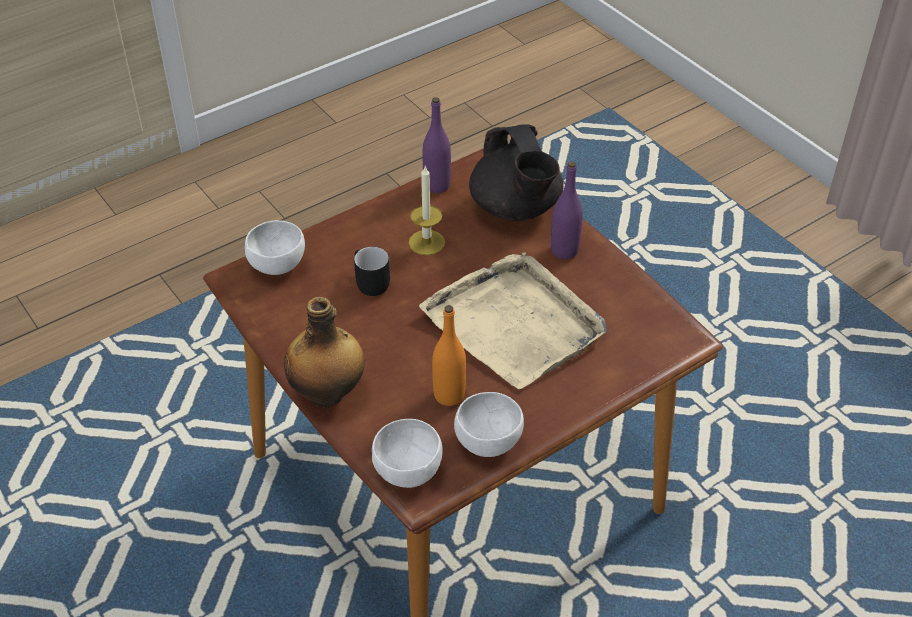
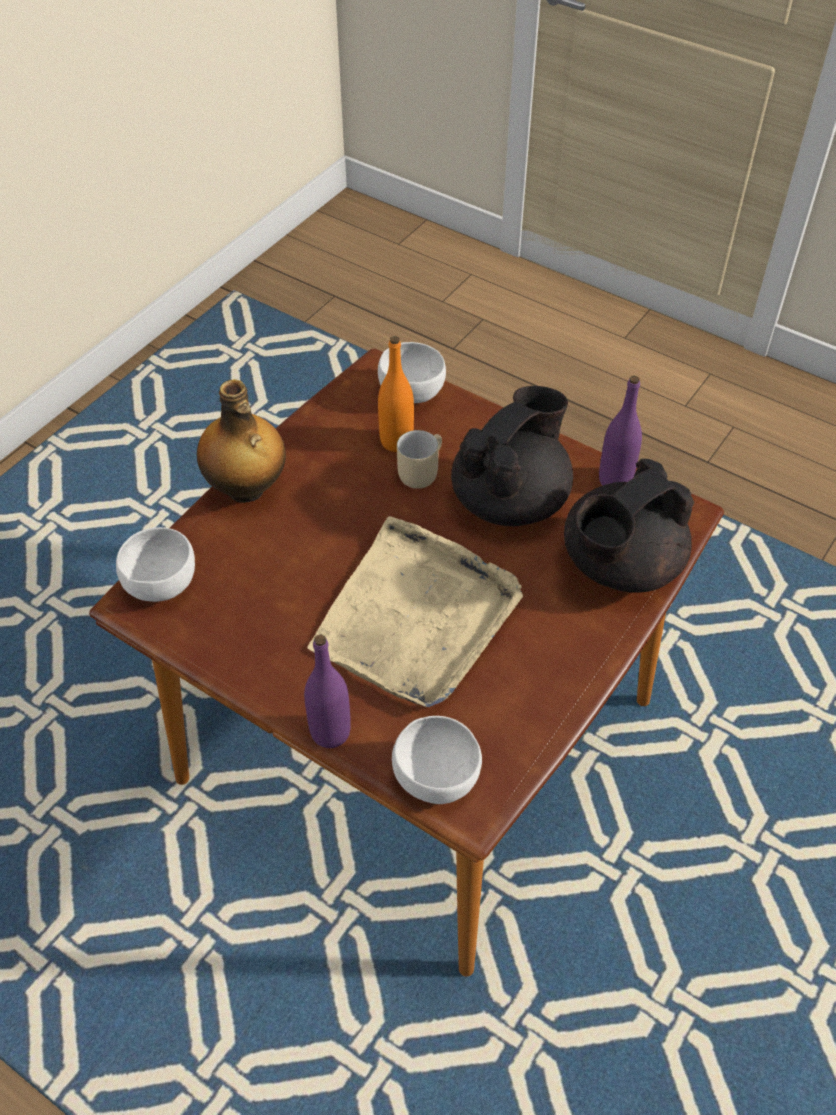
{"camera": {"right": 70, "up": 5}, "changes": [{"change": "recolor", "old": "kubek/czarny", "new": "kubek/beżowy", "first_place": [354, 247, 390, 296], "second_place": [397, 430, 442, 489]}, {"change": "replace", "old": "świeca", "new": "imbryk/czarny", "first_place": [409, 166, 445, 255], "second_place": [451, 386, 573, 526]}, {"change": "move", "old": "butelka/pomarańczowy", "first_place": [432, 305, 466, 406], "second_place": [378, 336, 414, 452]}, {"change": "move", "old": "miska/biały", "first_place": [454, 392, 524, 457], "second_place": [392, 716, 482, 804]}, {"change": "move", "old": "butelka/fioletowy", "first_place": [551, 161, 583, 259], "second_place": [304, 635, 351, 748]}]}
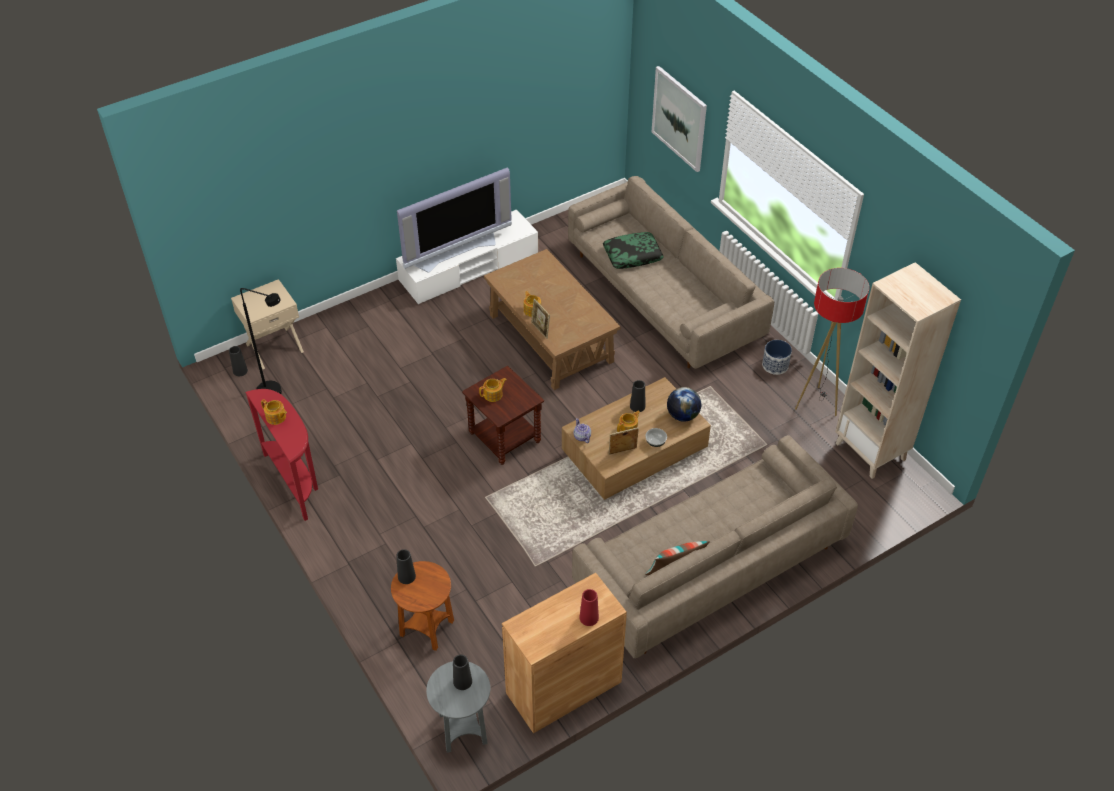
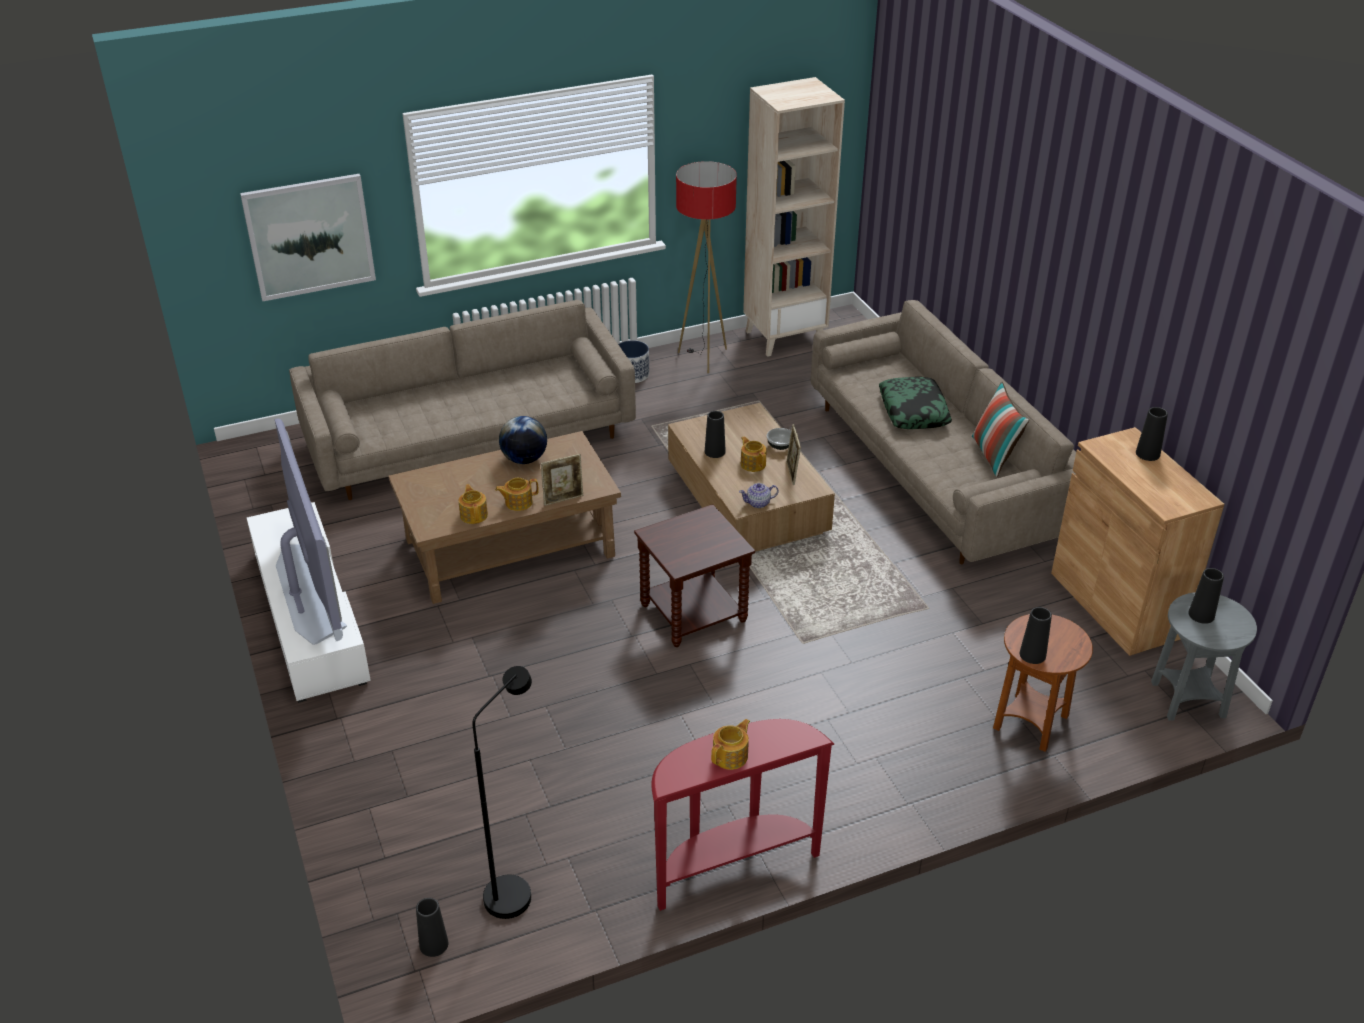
{"camera": {"right": -80, "up": -10}, "changes": [{"change": "delete", "old": "szafka nocna/beżowy", "first_place": [231, 279, 304, 369]}, {"change": "move", "old": "imbryk", "first_place": [479, 378, 507, 402], "second_place": [459, 484, 488, 524]}, {"change": "recolor", "old": "wazon/czerwony", "new": "wazon/czarny", "first_place": [580, 589, 599, 626], "second_place": [1136, 407, 1168, 461]}, {"change": "move", "old": "poduszka", "first_place": [603, 232, 663, 269], "second_place": [879, 377, 952, 429]}, {"change": "move", "old": "globus", "first_place": [667, 387, 701, 422], "second_place": [499, 416, 547, 464]}]}
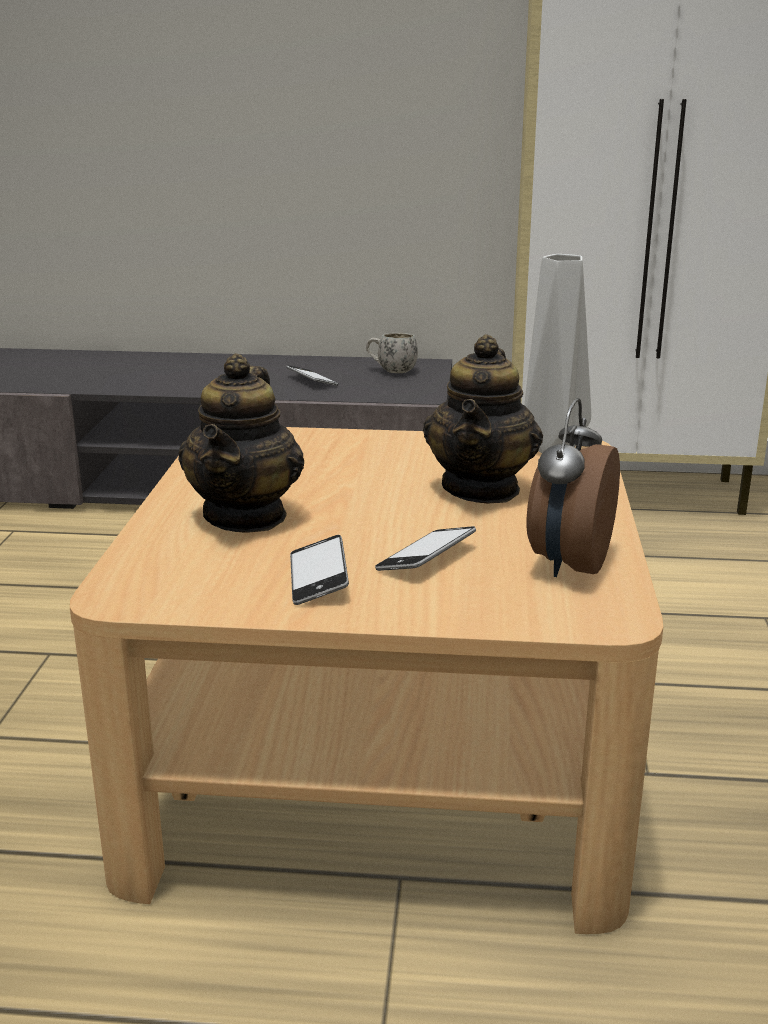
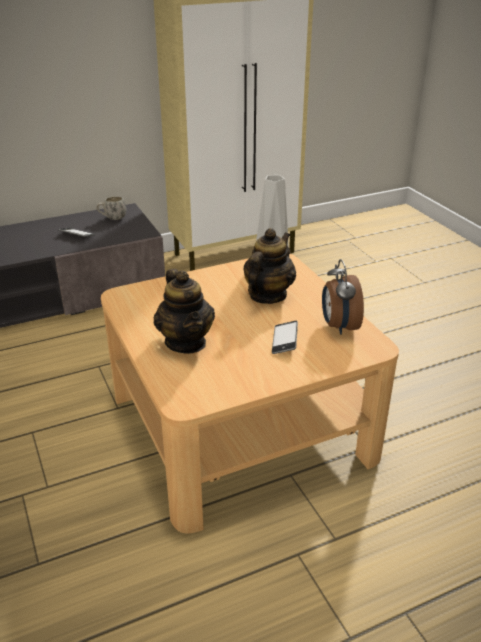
{"camera": {"right": -30, "up": 10}, "changes": [{"change": "delete", "old": "telefon", "first_place": [290, 535, 349, 605]}, {"change": "rotate", "old": "imbryk", "first_place": [423, 334, 543, 503], "second_place": [243, 228, 296, 304], "degrees": -135}]}
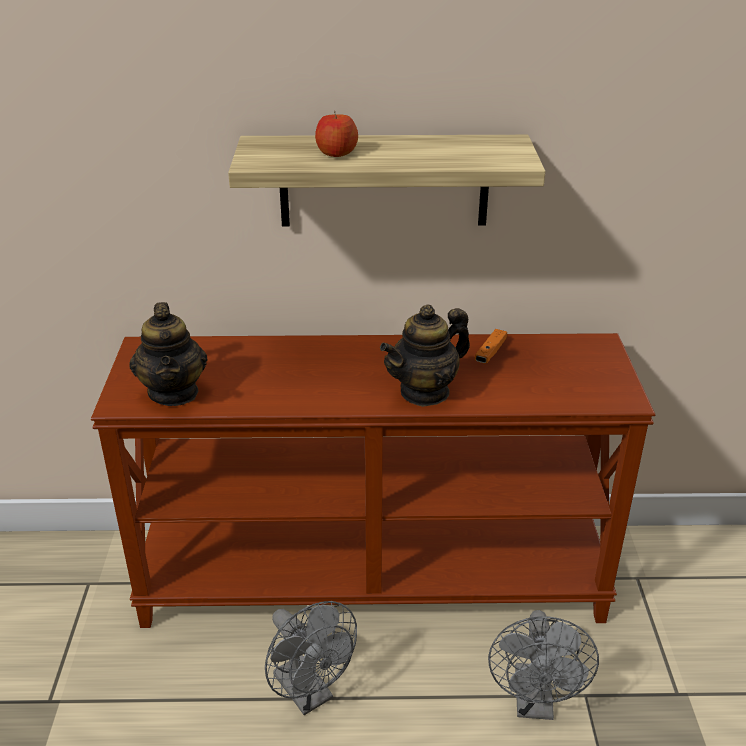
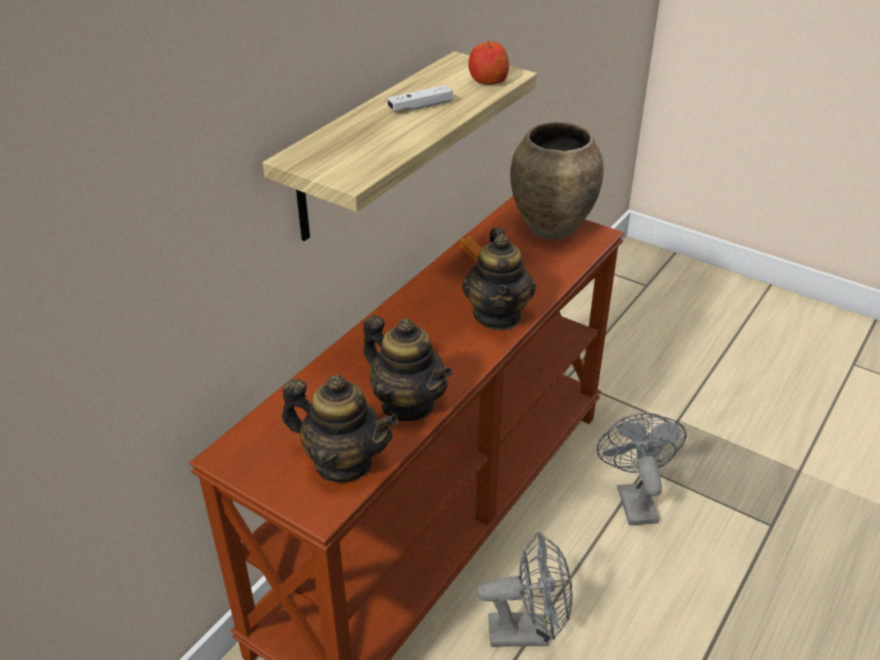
{"camera": {"right": -55, "up": 5}, "changes": [{"change": "move", "old": "jabłko", "first_place": [315, 111, 358, 157], "second_place": [468, 40, 509, 85]}, {"change": "rotate", "old": "wentylator/szary", "first_place": [488, 610, 599, 720], "second_place": [597, 413, 687, 525], "degrees": -135}, {"change": "insert", "new": "imbryk", "second_place": [363, 315, 452, 421]}, {"change": "insert", "new": "pad do gier/biały", "second_place": [388, 85, 453, 111]}, {"change": "insert", "new": "wazon/brązowy", "second_place": [510, 122, 604, 240]}]}
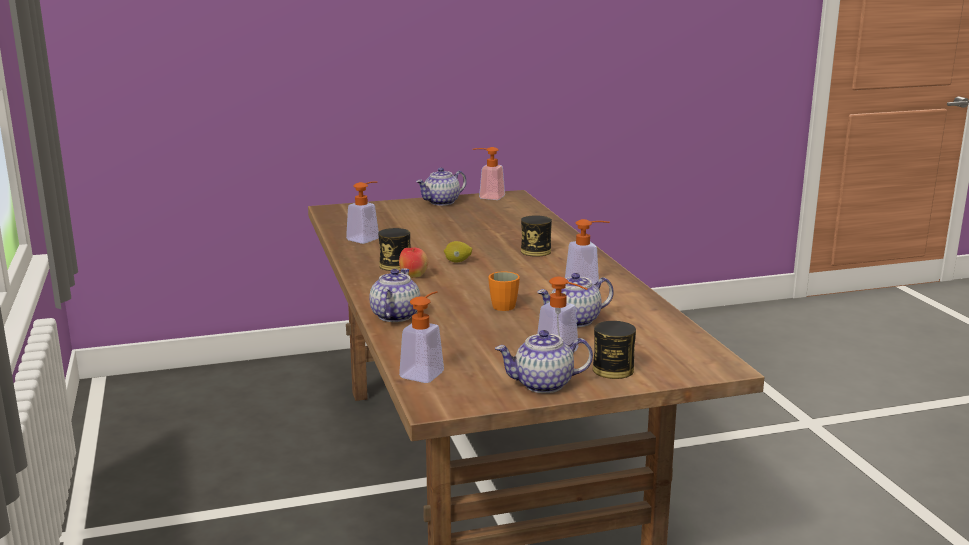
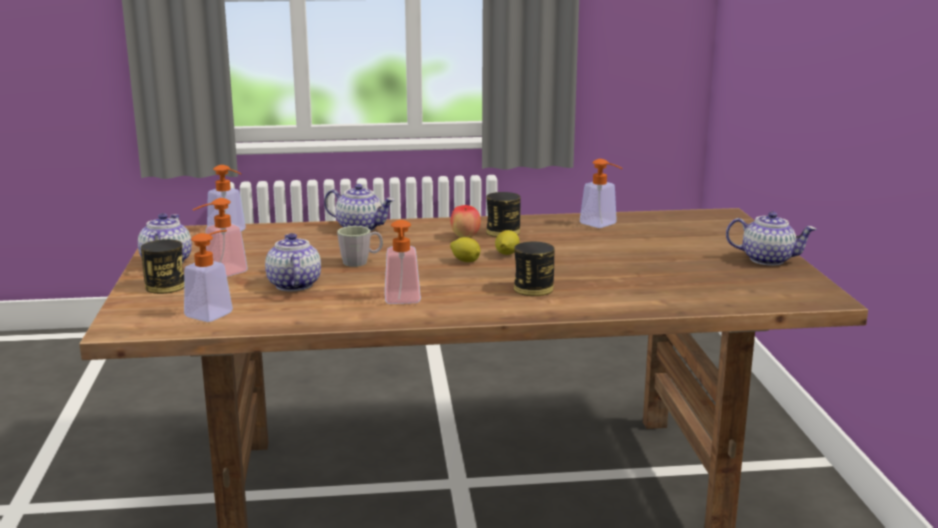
{"camera": {"right": 100, "up": 0}, "changes": [{"change": "rotate", "old": "imbryk", "first_place": [416, 168, 467, 206], "second_place": [726, 211, 817, 266], "degrees": 135}, {"change": "move", "old": "dozownik mydła", "first_place": [473, 147, 505, 200], "second_place": [184, 230, 233, 322]}, {"change": "recolor", "old": "kubek/pomarańczowy", "new": "kubek/szary", "first_place": [488, 271, 520, 311], "second_place": [337, 226, 383, 267]}, {"change": "insert", "new": "cytryna", "second_place": [450, 237, 480, 262]}]}
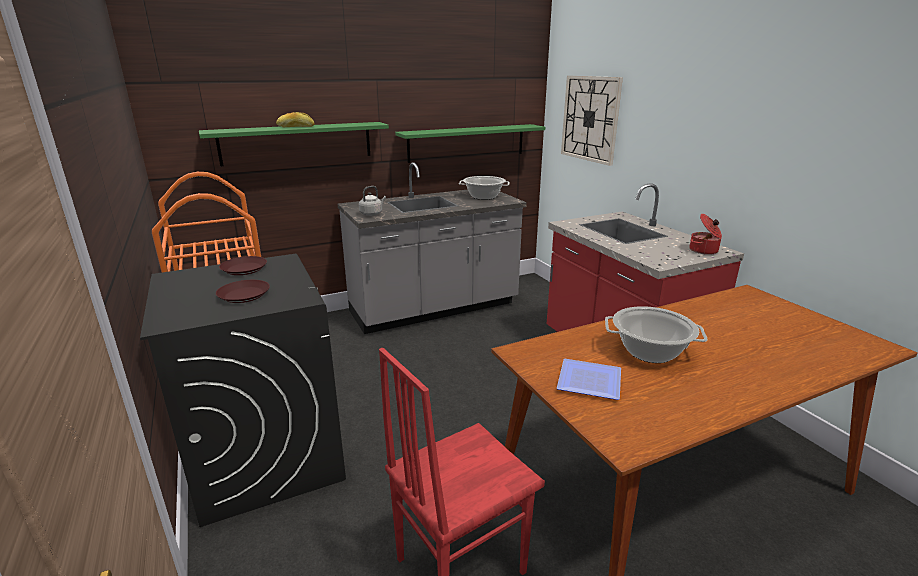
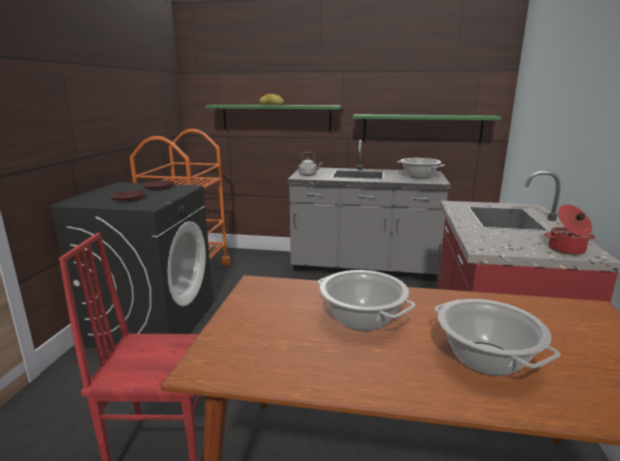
{"camera": {"right": 35, "up": -5}, "changes": [{"change": "delete", "old": "talerz", "first_place": [557, 359, 621, 400]}, {"change": "delete", "old": "zegar ścienny", "first_place": [561, 76, 623, 166]}, {"change": "insert", "new": "garnek", "second_place": [434, 299, 560, 376]}]}
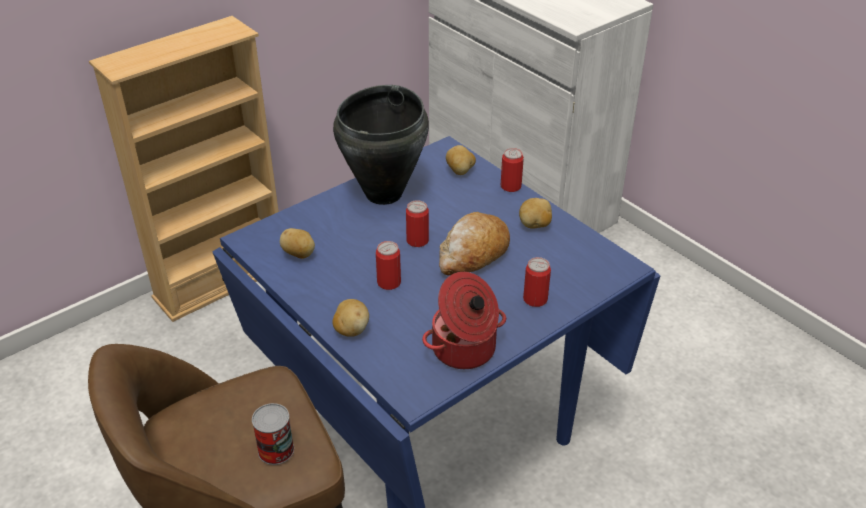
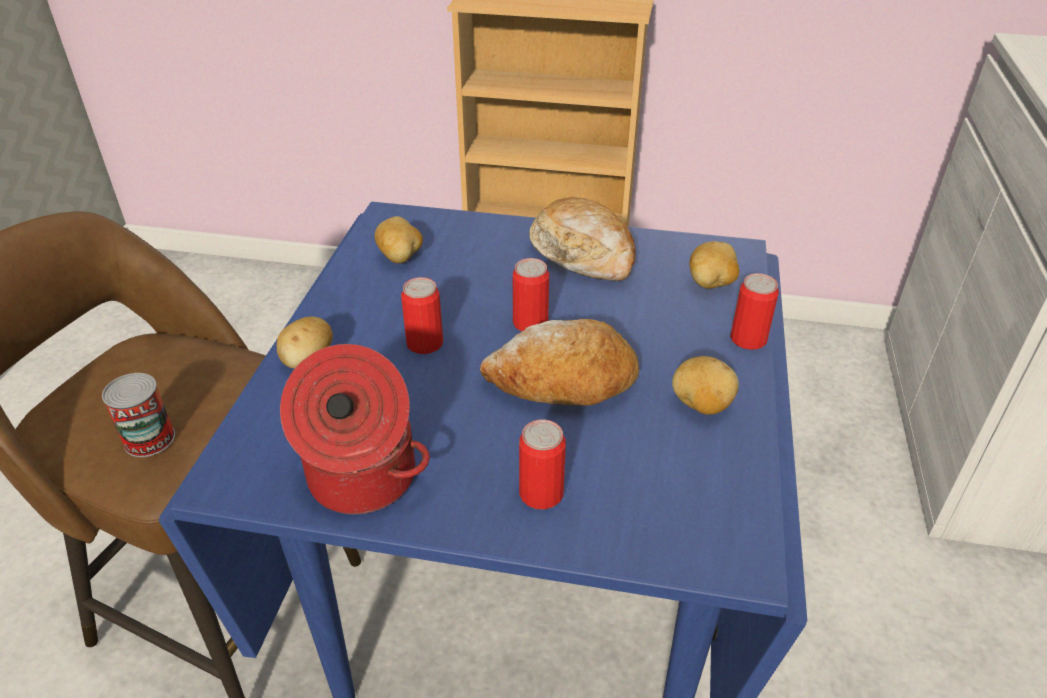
{"camera": {"right": 50, "up": 0}, "changes": [{"change": "replace", "old": "garnek/czarny", "new": "chleb", "first_place": [333, 85, 429, 205], "second_place": [529, 196, 636, 281]}]}
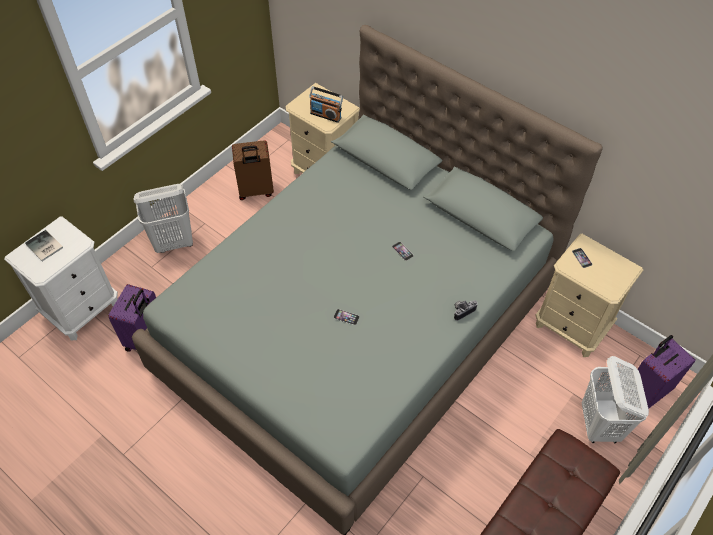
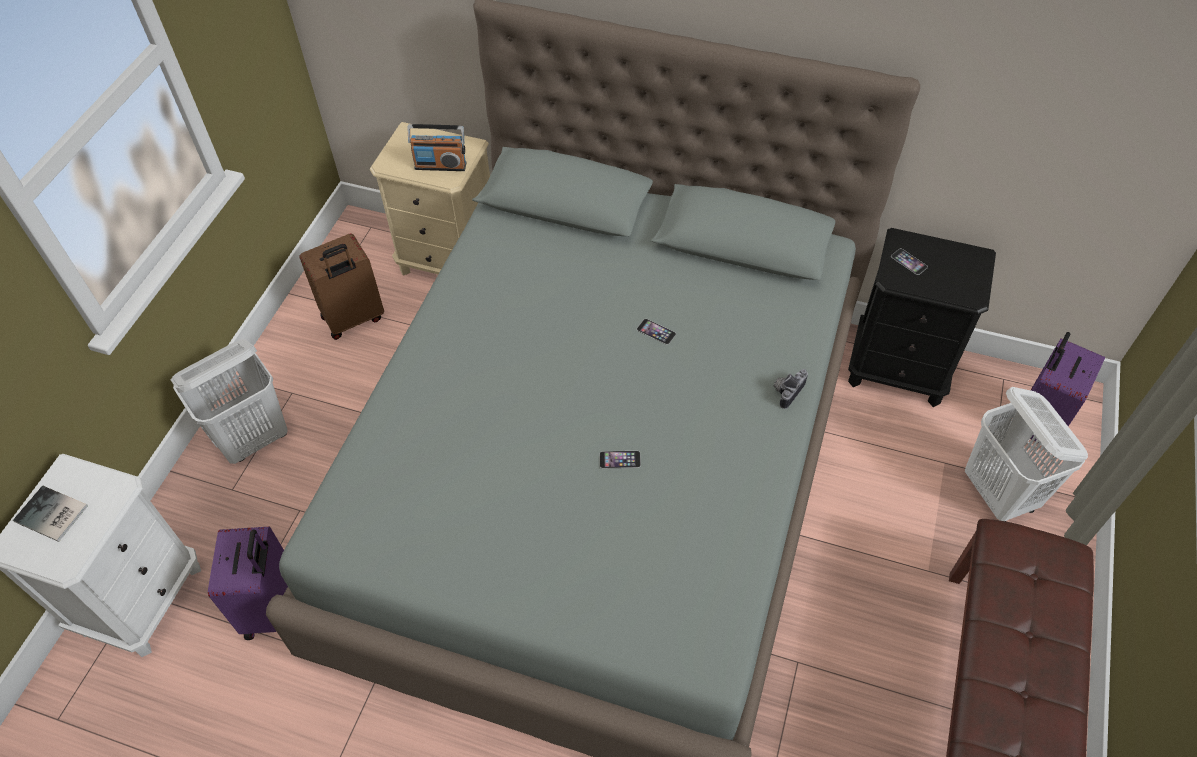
{"camera": {"right": -20, "up": 0}, "changes": [{"change": "recolor", "old": "szafka nocna/beżowy", "new": "szafka nocna/czarny", "first_place": [535, 234, 643, 357], "second_place": [848, 228, 996, 407]}]}
